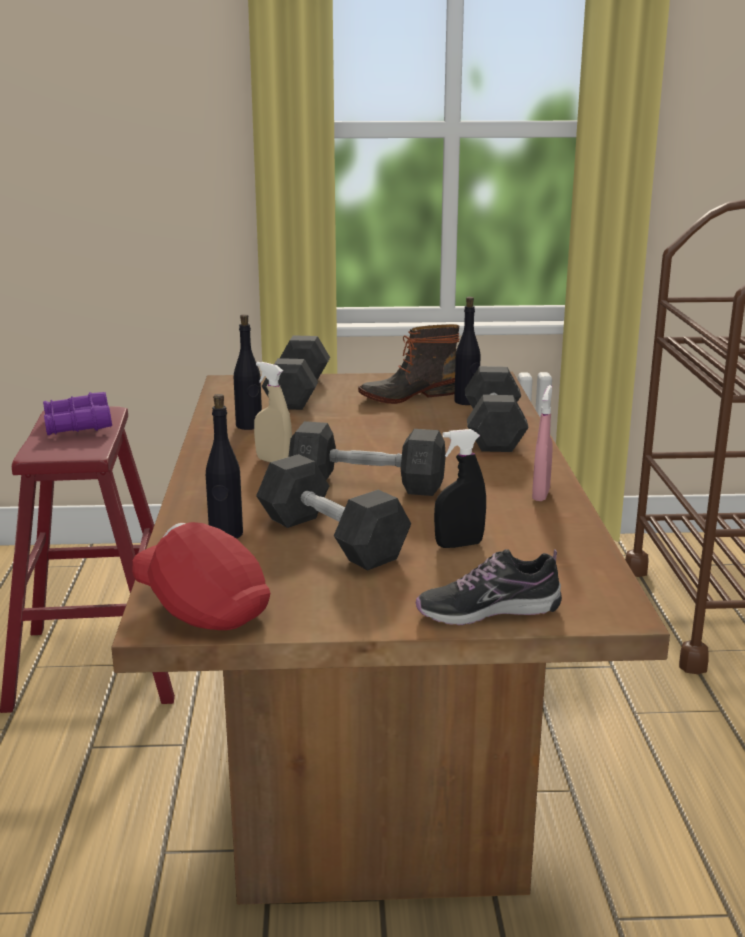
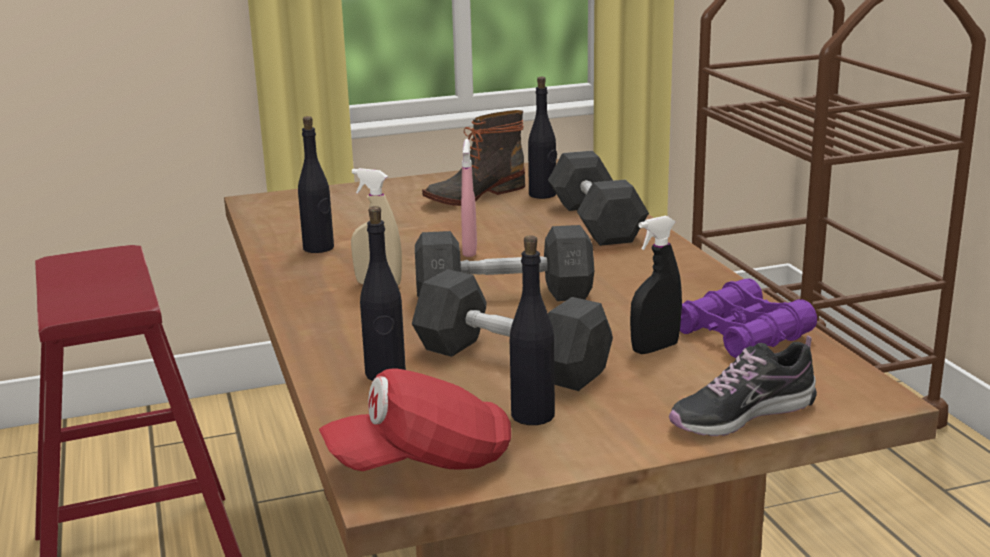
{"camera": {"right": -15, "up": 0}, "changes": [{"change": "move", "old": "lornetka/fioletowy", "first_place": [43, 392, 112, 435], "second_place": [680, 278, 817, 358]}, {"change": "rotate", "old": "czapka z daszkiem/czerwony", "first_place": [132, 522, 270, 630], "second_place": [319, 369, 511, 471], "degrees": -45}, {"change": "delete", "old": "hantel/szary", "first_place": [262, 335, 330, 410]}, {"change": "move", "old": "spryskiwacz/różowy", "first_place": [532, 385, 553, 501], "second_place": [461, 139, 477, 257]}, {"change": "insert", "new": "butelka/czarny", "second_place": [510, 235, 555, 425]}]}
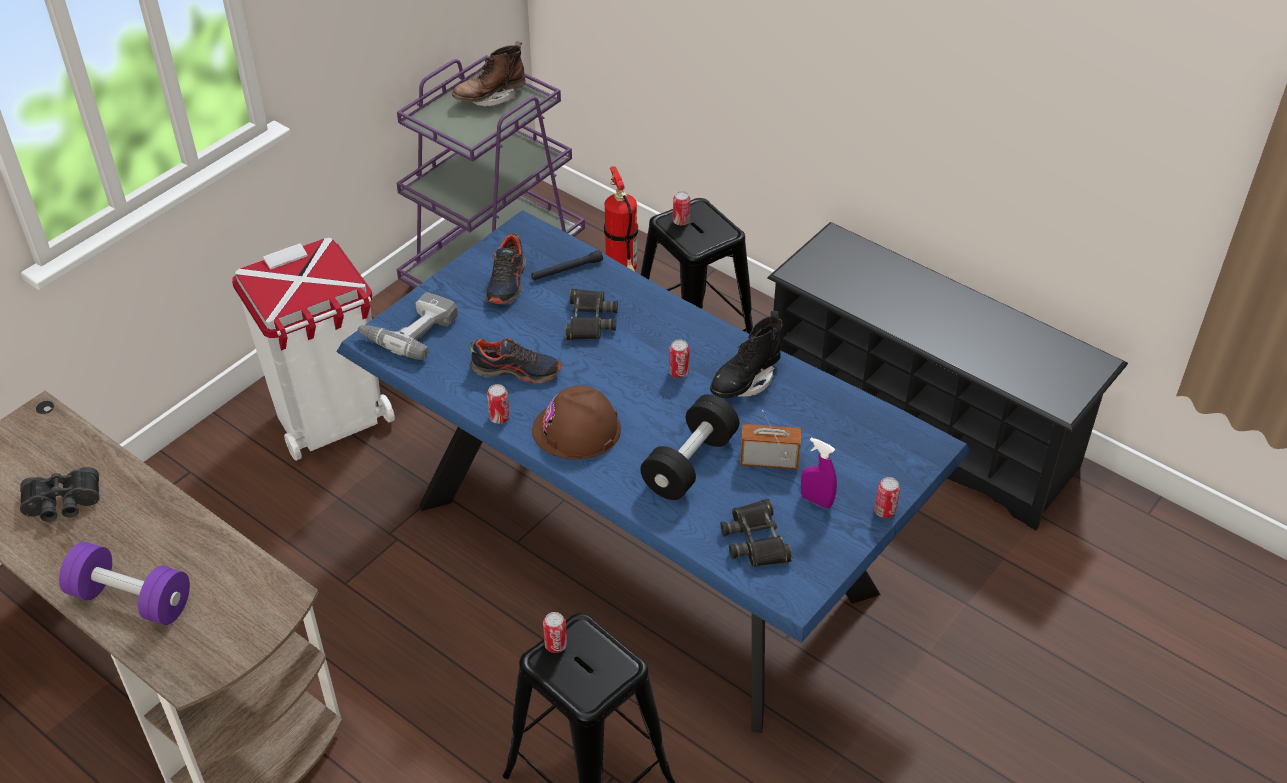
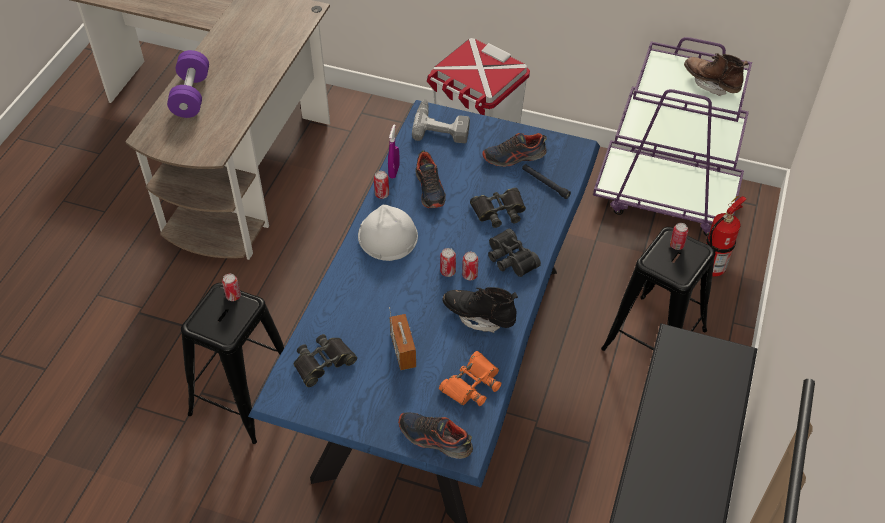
{"camera": {"right": 70, "up": 5}, "changes": [{"change": "move", "old": "lornetka/czarny", "first_place": [20, 467, 100, 522], "second_place": [488, 228, 541, 277]}, {"change": "recolor", "old": "kask/brązowy", "new": "kask/biały", "first_place": [532, 386, 621, 460], "second_place": [358, 205, 418, 261]}, {"change": "delete", "old": "hantel/czarny", "first_place": [640, 394, 739, 500]}, {"change": "move", "old": "spryskiwacz/fioletowy", "first_place": [801, 437, 837, 508], "second_place": [388, 124, 400, 179]}, {"change": "move", "old": "puszka", "first_place": [874, 477, 900, 518], "second_place": [440, 248, 456, 277]}, {"change": "insert", "new": "but", "second_place": [398, 412, 473, 459]}, {"change": "insert", "new": "lornetka/pomarańczowy", "second_place": [439, 351, 501, 406]}]}
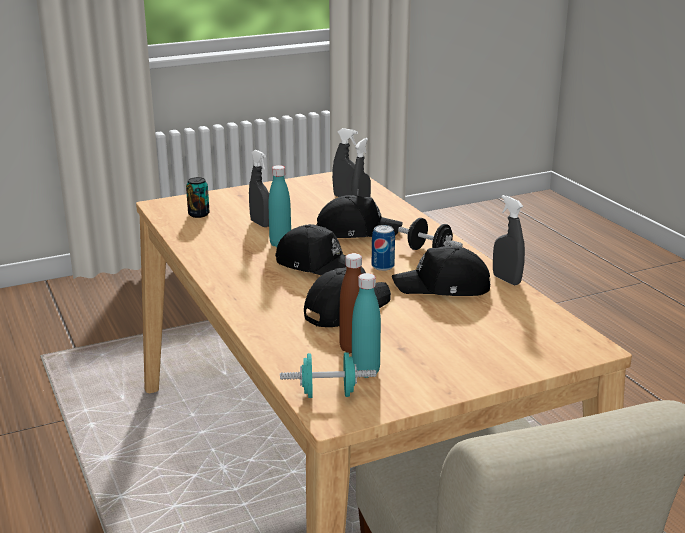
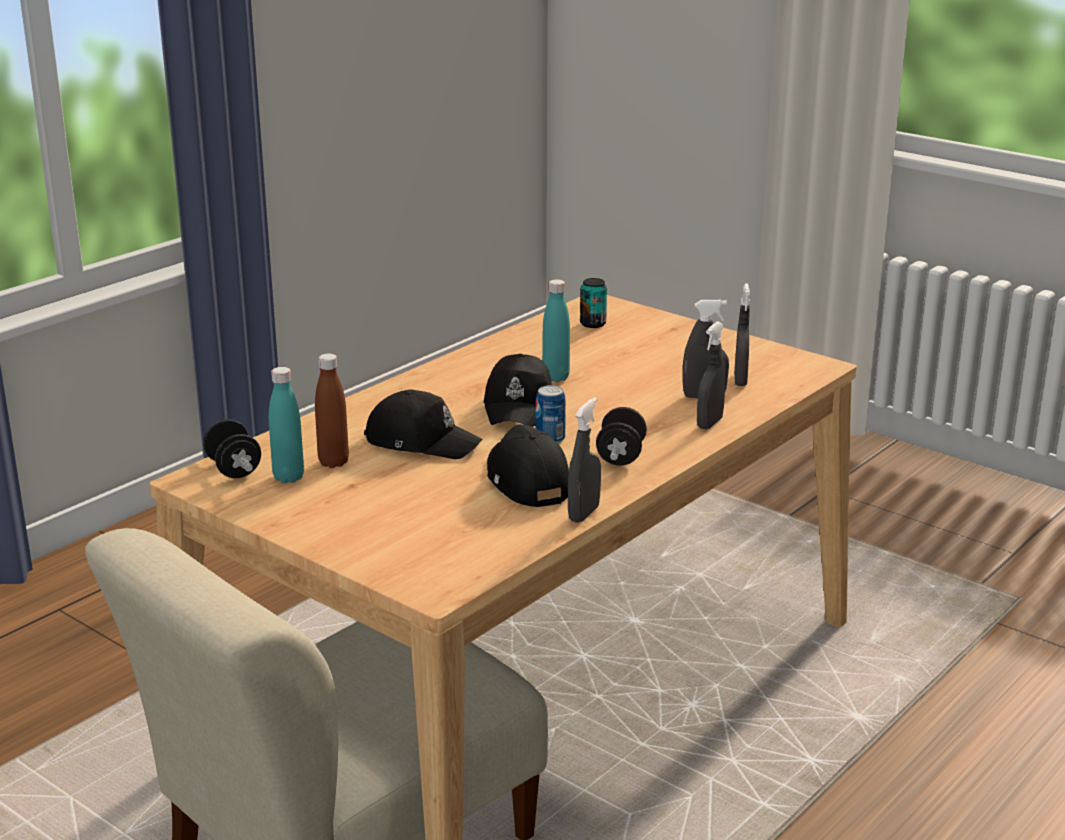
{"camera": {"right": 65, "up": 0}, "changes": [{"change": "move", "old": "spryskiwacz/szary", "first_place": [249, 150, 269, 227], "second_place": [697, 322, 726, 429]}, {"change": "recolor", "old": "hantel/turkusowy", "new": "hantel/czarny", "first_place": [280, 352, 377, 398], "second_place": [203, 419, 261, 478]}, {"change": "delete", "old": "czapka z daszkiem/czarny", "first_place": [317, 195, 403, 238]}]}
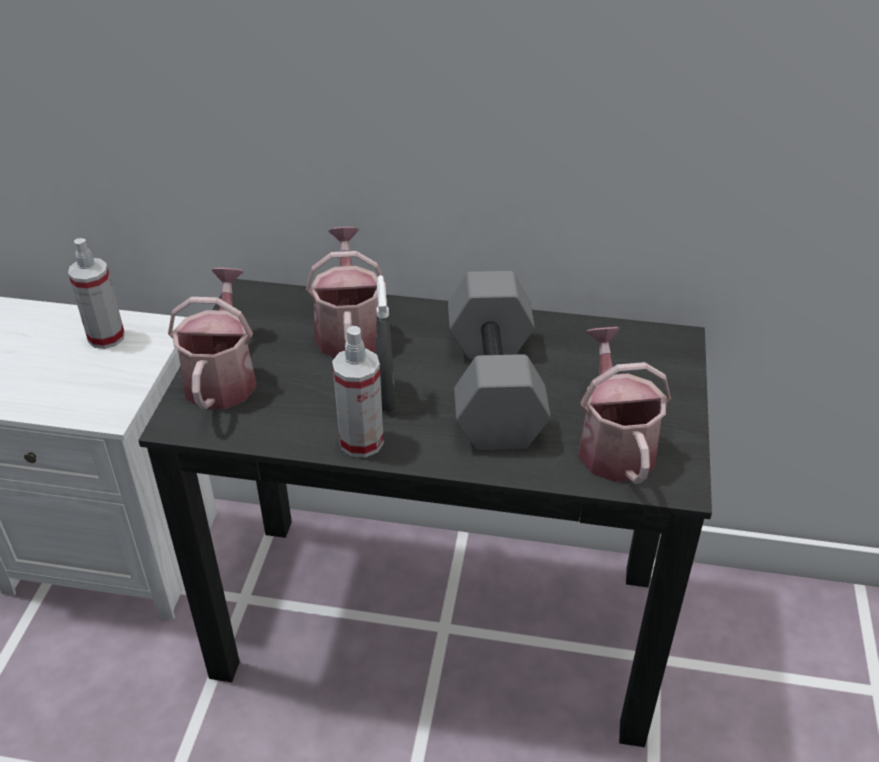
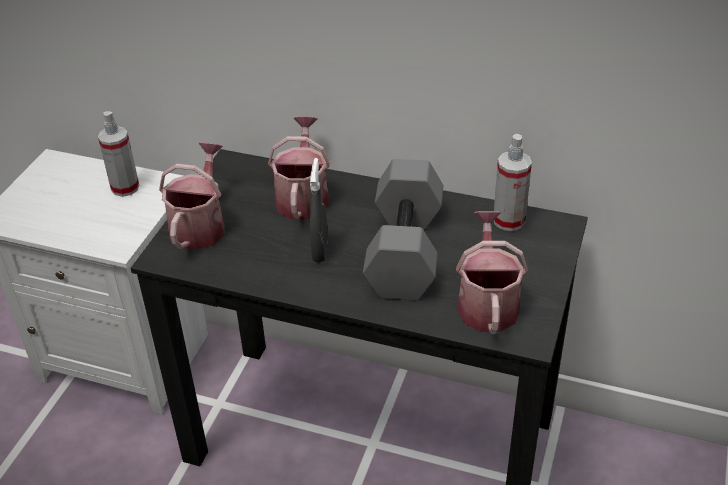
{"camera": {"right": 10, "up": 0}, "changes": [{"change": "move", "old": "spryskiwacz", "first_place": [332, 326, 384, 458], "second_place": [494, 134, 532, 231]}]}
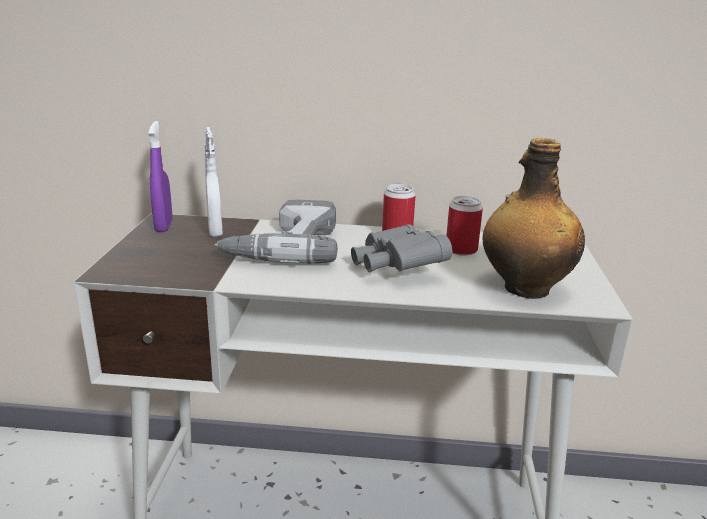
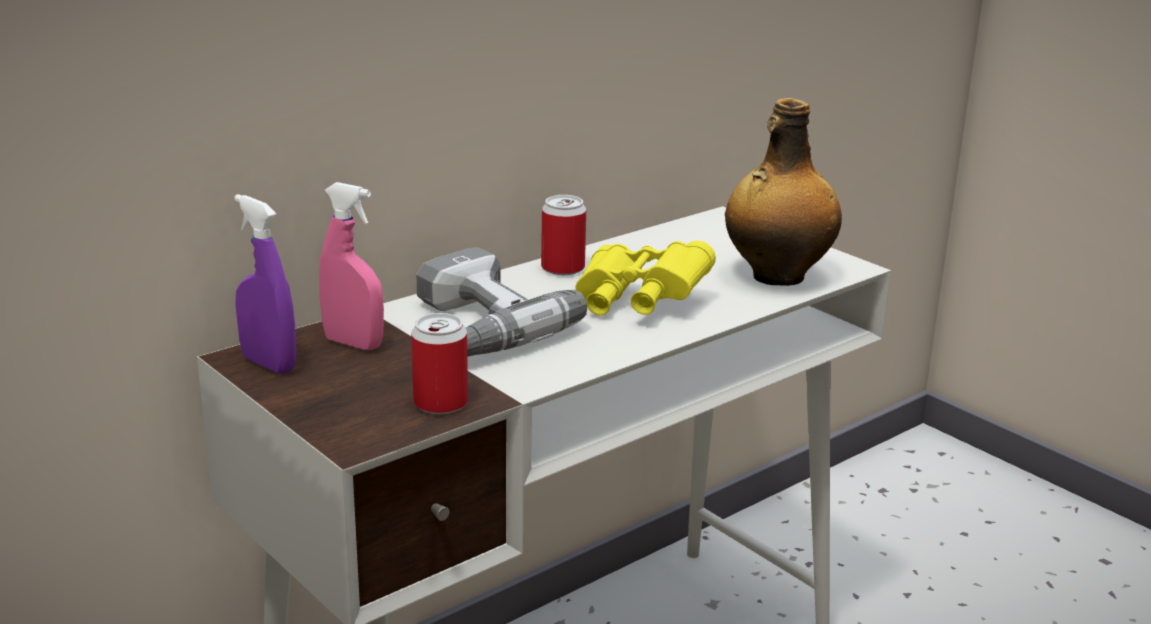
{"camera": {"right": -45, "up": 0}, "changes": [{"change": "recolor", "old": "spryskiwacz/biały", "new": "spryskiwacz/różowy", "first_place": [205, 127, 223, 237], "second_place": [319, 182, 384, 350]}, {"change": "recolor", "old": "lornetka/szary", "new": "lornetka/żółty", "first_place": [351, 224, 452, 273], "second_place": [575, 241, 716, 316]}, {"change": "move", "old": "puszka", "first_place": [446, 196, 483, 256], "second_place": [411, 313, 468, 414]}]}
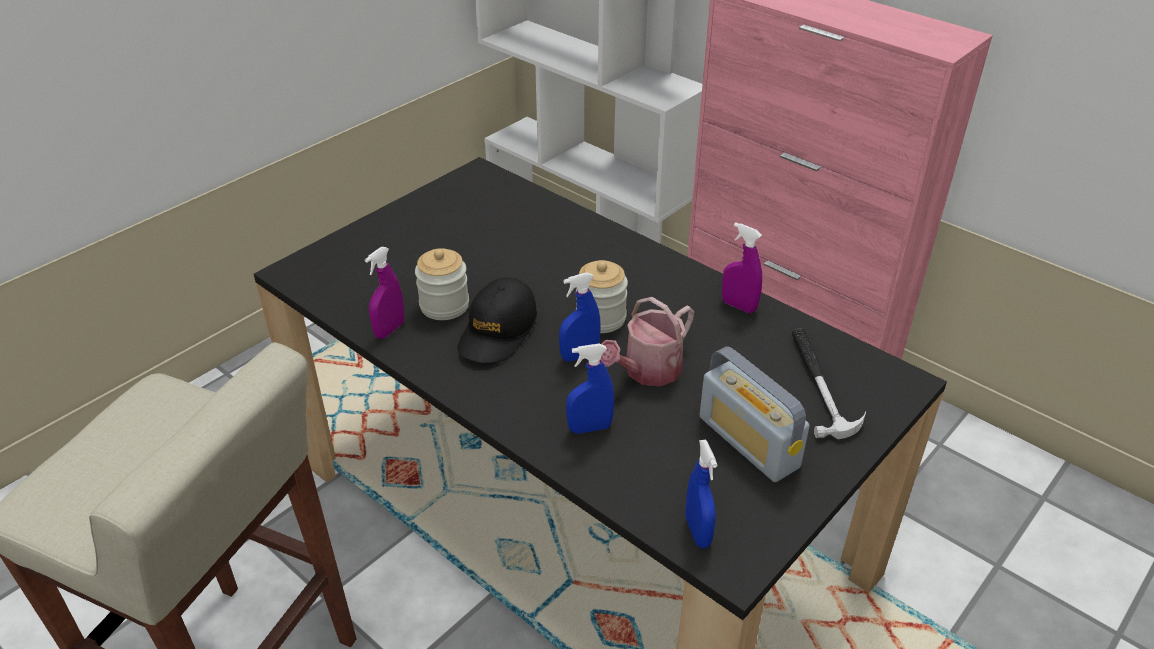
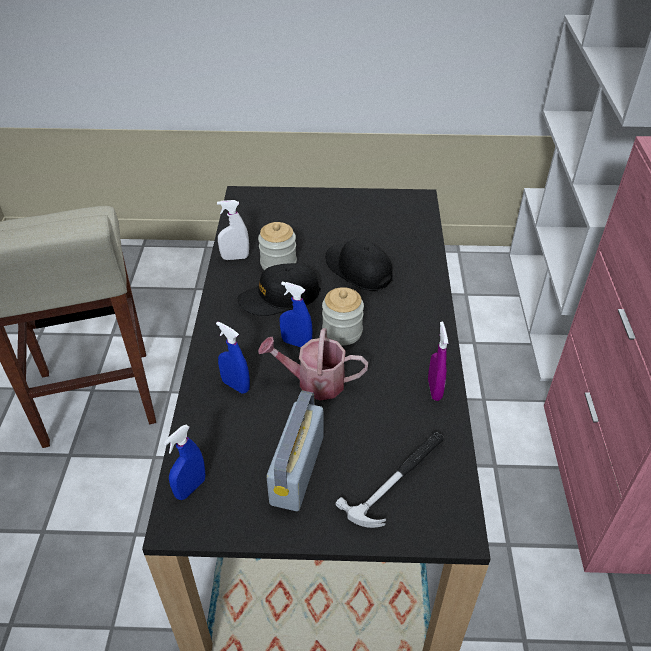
{"camera": {"right": 50, "up": 5}, "changes": [{"change": "recolor", "old": "spryskiwacz/fioletowy", "new": "spryskiwacz/biały", "first_place": [365, 247, 404, 339], "second_place": [217, 200, 249, 260]}, {"change": "insert", "new": "czapka z daszkiem/czarny", "second_place": [325, 238, 393, 291]}]}
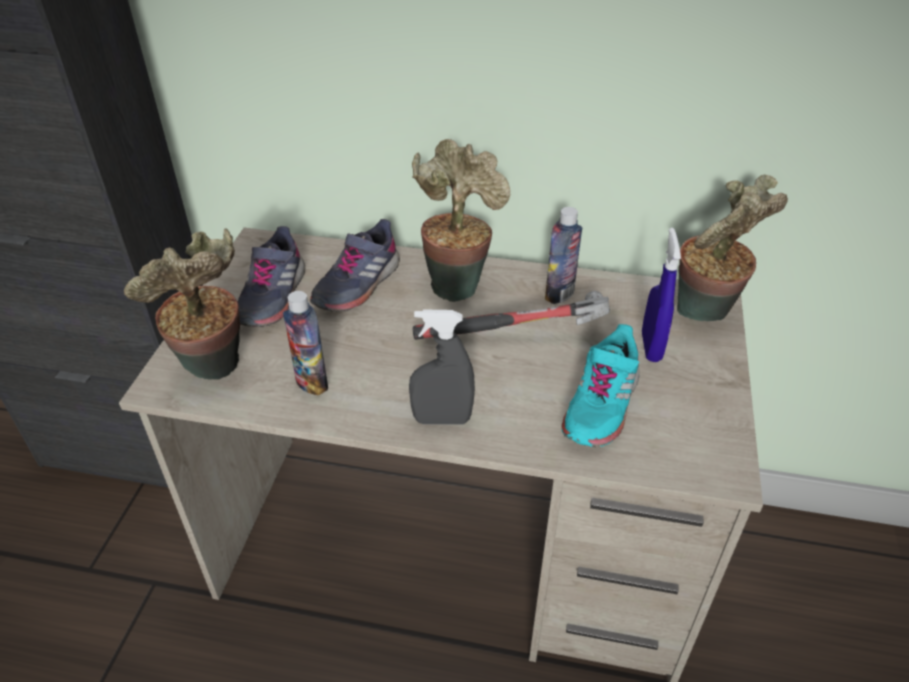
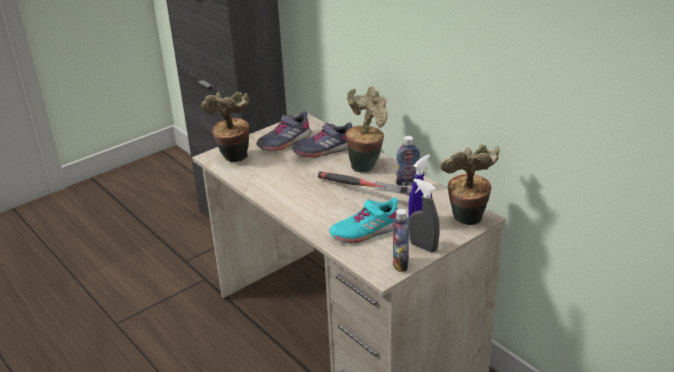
{"camera": {"right": 40, "up": -10}, "changes": [{"change": "move", "old": "butelka", "first_place": [283, 291, 328, 395], "second_place": [393, 209, 409, 272]}, {"change": "move", "old": "spryskiwacz/szary", "first_place": [409, 310, 475, 425], "second_place": [409, 178, 440, 252]}]}
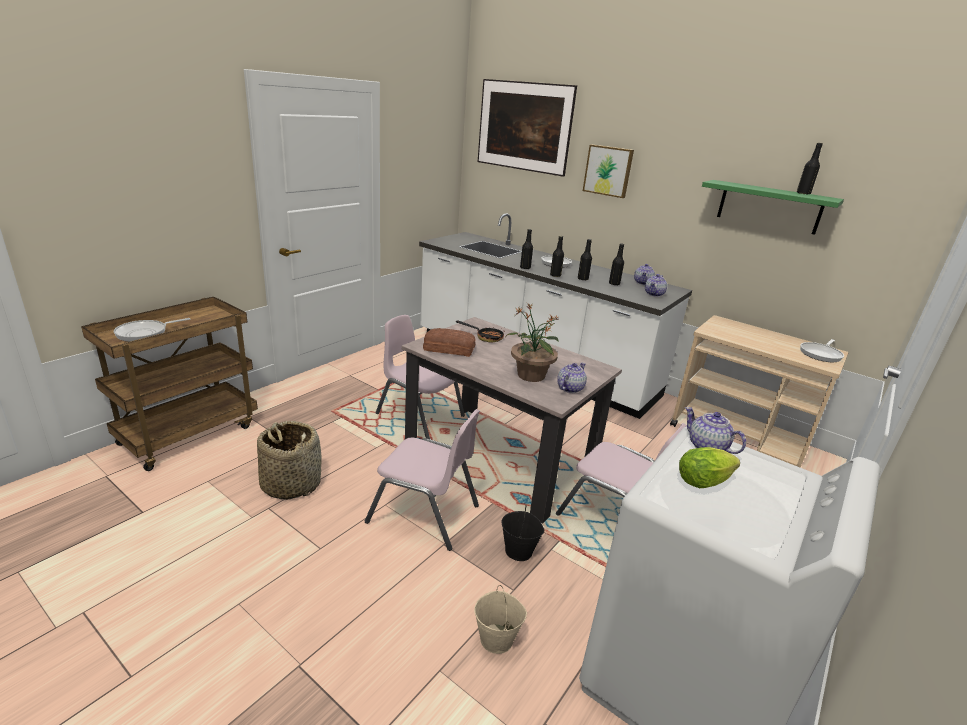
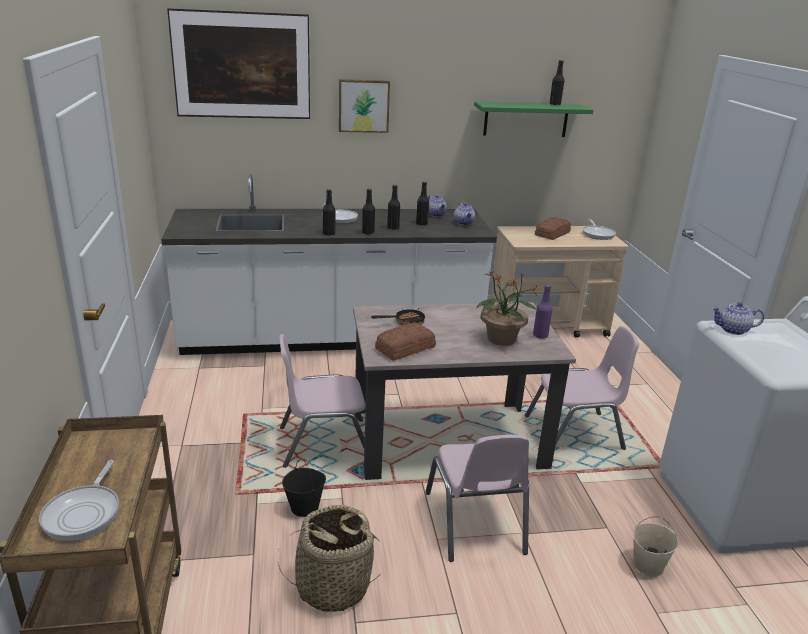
{"camera": {"right": -45, "up": 0}, "changes": [{"change": "rotate", "old": "krzesło/różowy", "first_place": [365, 409, 480, 551], "second_place": [425, 435, 529, 562], "degrees": 105}, {"change": "move", "old": "wiadro/czarny", "first_place": [502, 504, 544, 561], "second_place": [282, 459, 326, 517]}, {"change": "replace", "old": "imbryk", "new": "butelka/fioletowy", "first_place": [557, 363, 587, 393], "second_place": [533, 284, 552, 339]}, {"change": "delete", "old": "sałata", "first_place": [679, 447, 740, 488]}, {"change": "insert", "new": "chleb", "second_place": [535, 217, 571, 240]}]}
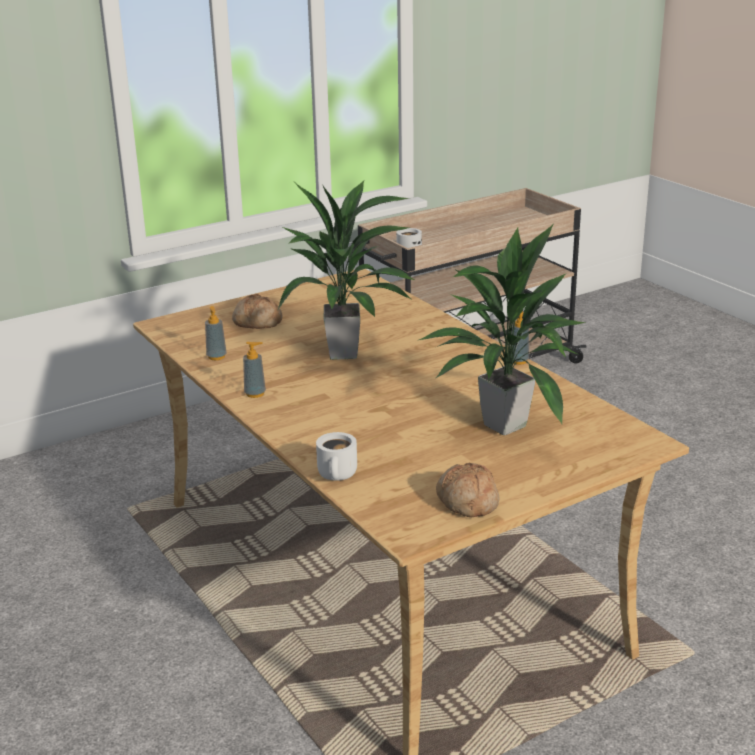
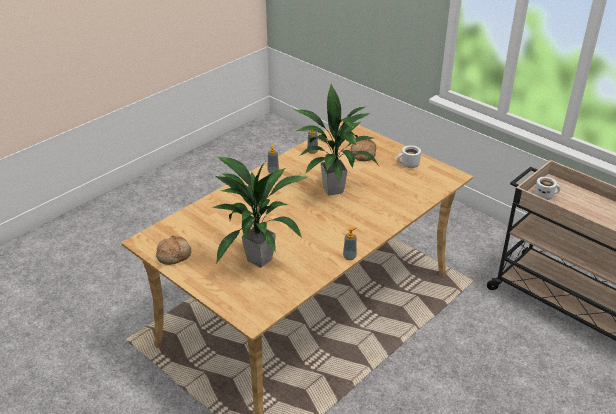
{"camera": {"right": 75, "up": 10}, "changes": [{"change": "move", "old": "kubek/biały", "first_place": [316, 432, 357, 481], "second_place": [397, 145, 421, 168]}]}
